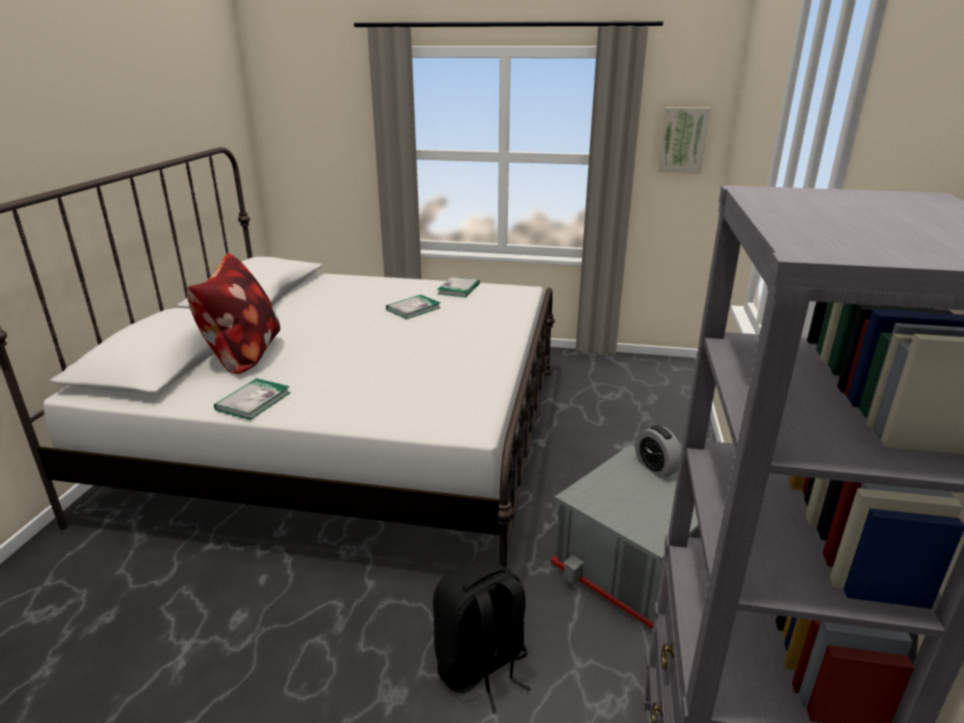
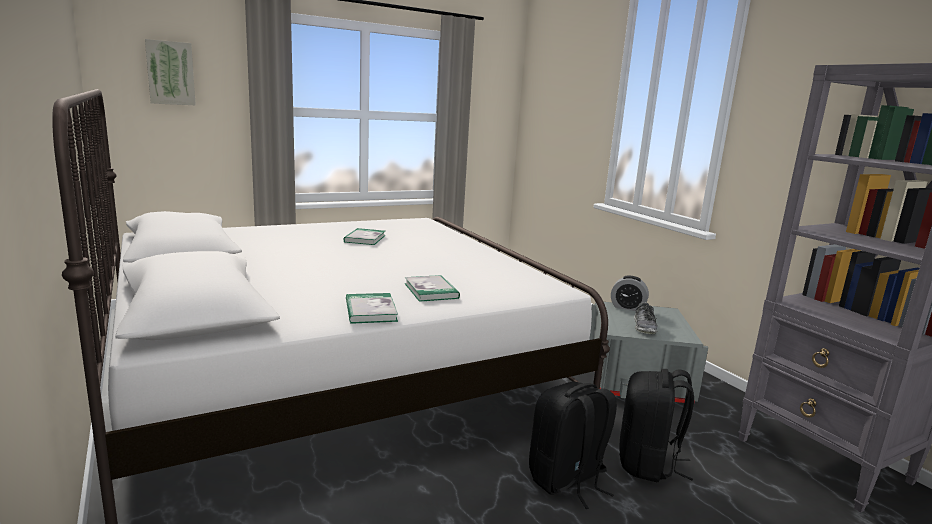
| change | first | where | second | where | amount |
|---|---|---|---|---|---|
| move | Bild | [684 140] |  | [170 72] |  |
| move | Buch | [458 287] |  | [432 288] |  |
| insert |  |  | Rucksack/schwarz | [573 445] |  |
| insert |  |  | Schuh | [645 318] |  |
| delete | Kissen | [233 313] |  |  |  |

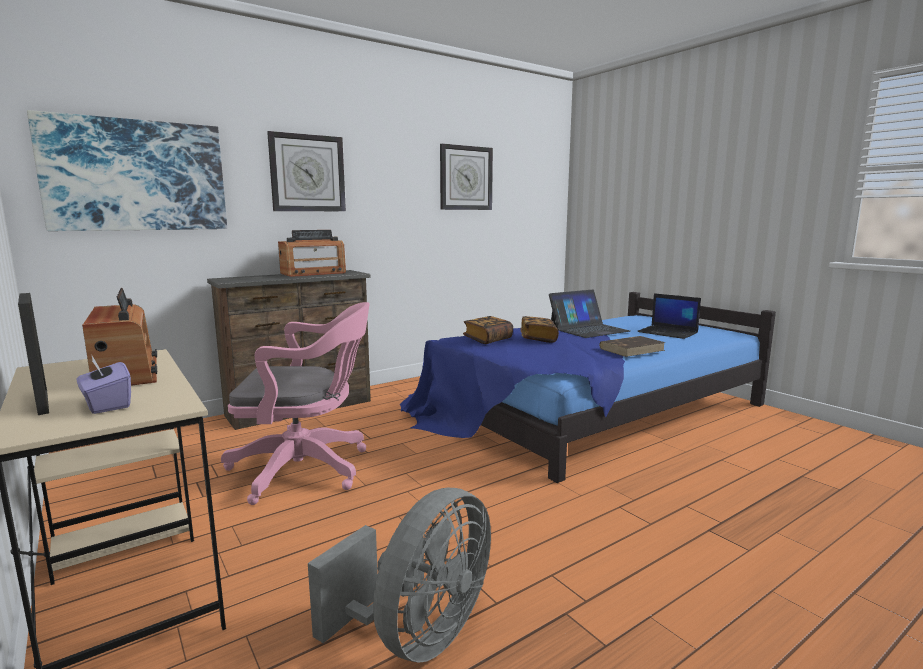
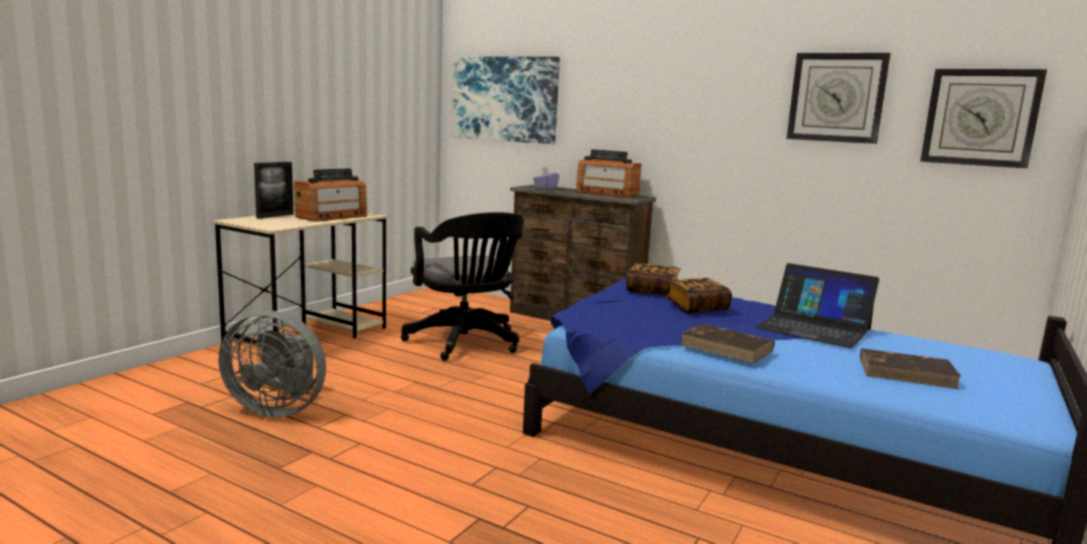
| change | first | where | second | where | amount |
|---|---|---|---|---|---|
| recolor | Bürostuhl/rosa | [295 403] | Bürostuhl/schwarz | [462 286] |  |
| move | Taschentuchbox/lila | [104 385] |  | [546 178] |  |
| replace | Laptop | [669 316] | Buch/braun | [911 368] |  |
| move | Wanduhr | [306 171] |  | [983 119] |  |

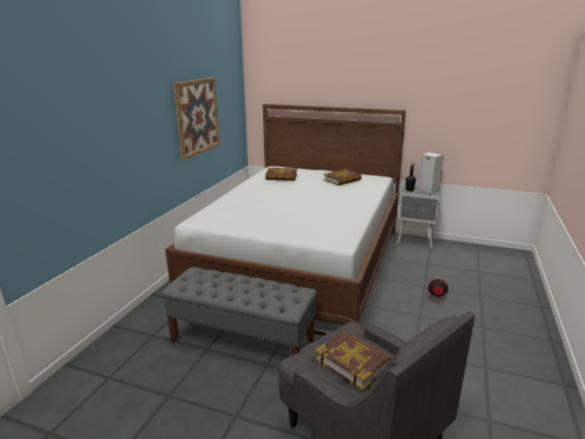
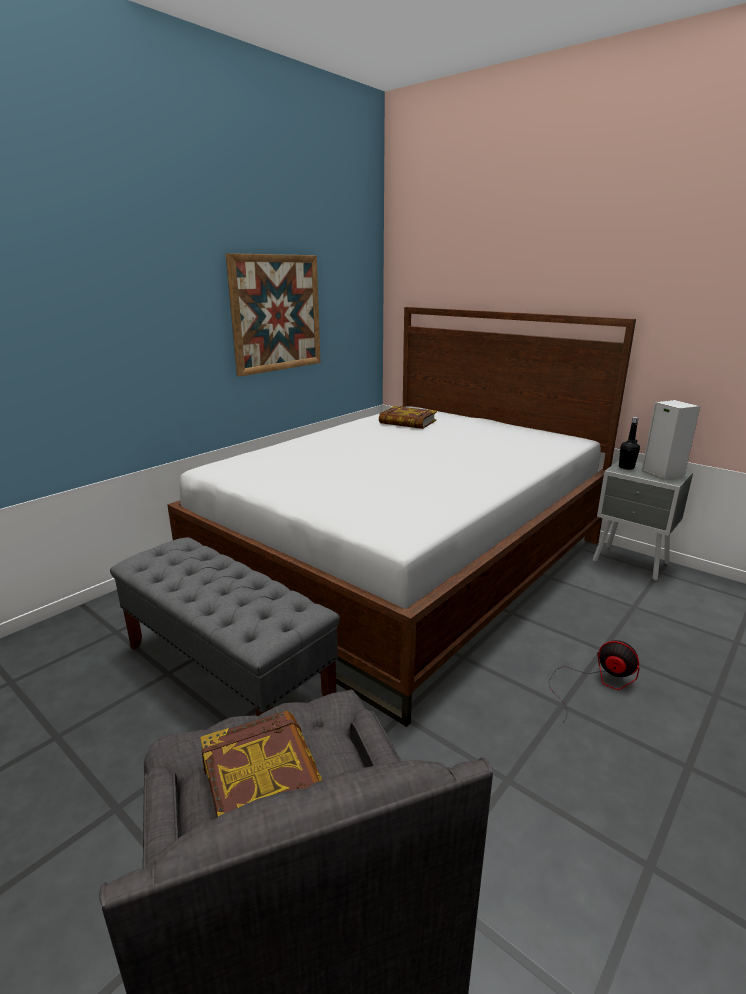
| change | first | where | second | where | amount |
|---|---|---|---|---|---|
| delete | Buch | [342 177] |  |  |  |

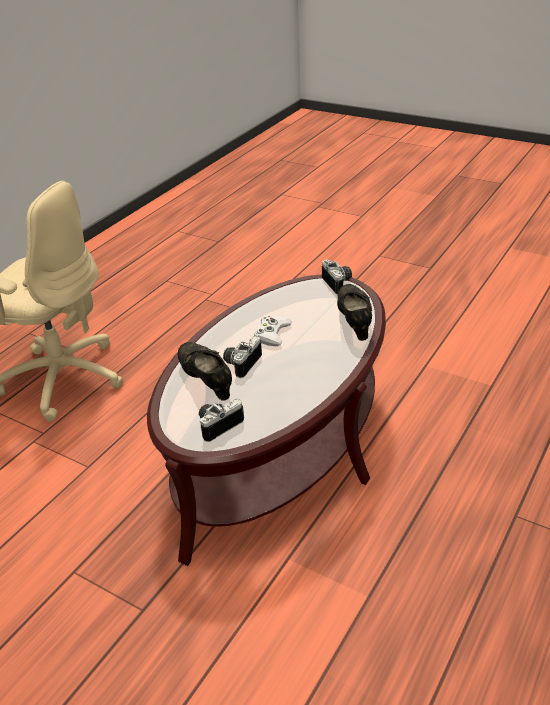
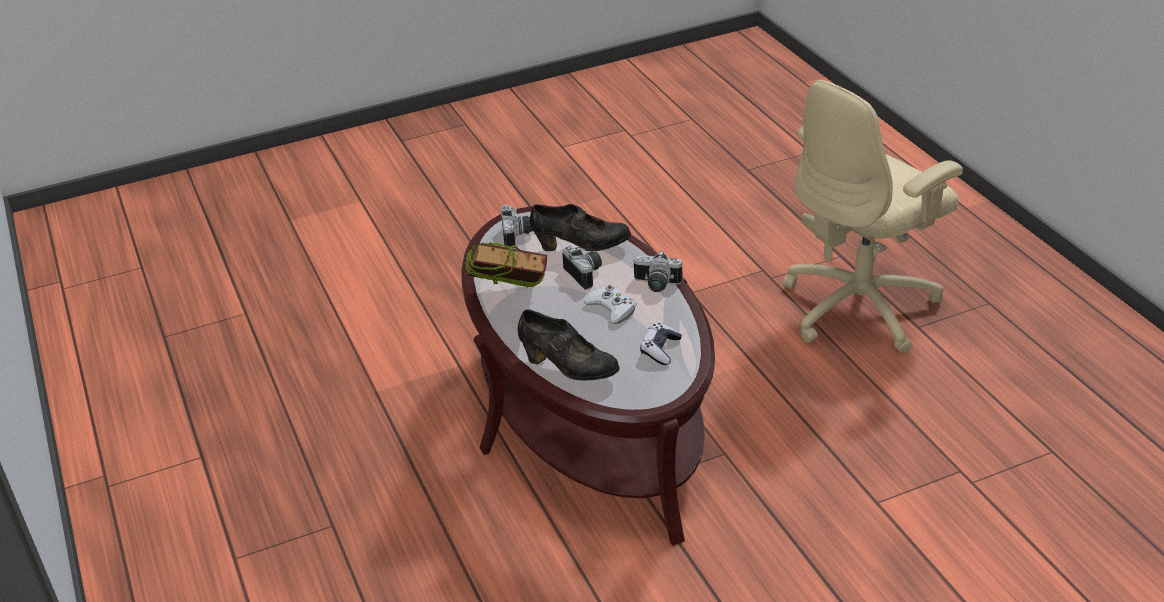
| change | first | where | second | where | amount |
|---|---|---|---|---|---|
| insert |  |  | Buch | [506 265] |  |
| move | Kamera | [337 277] |  | [658 271] |  |
| insert |  |  | Gamepad | [661 344] |  |

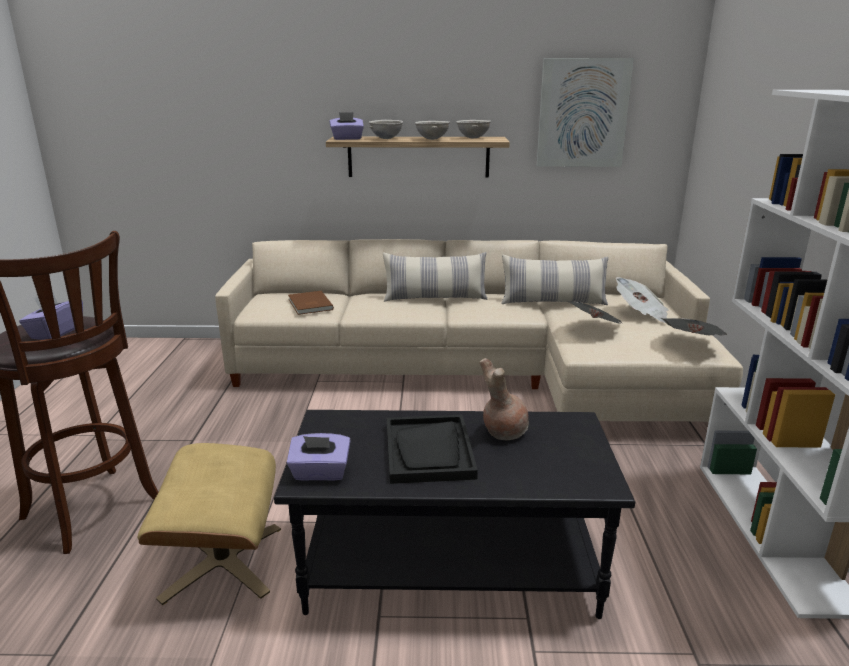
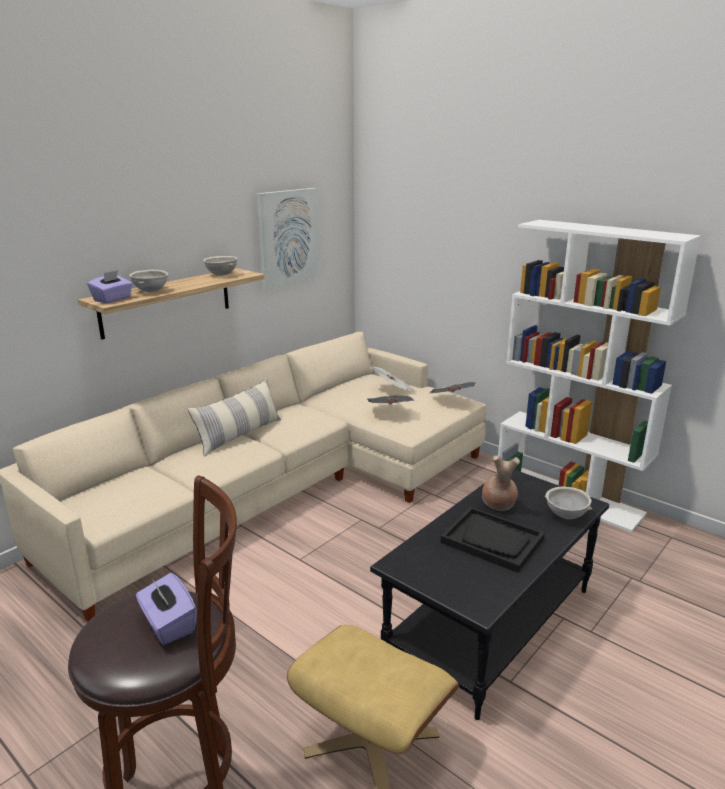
| change | first | where | second | where | amount |
|---|---|---|---|---|---|
| move | Schüssel/grau | [432 130] |  | [568 503] |  |
| delete | Taschentuchbox/lila | [319 456] |  |  |  |
| delete | Buch/braun | [311 303] |  |  |  |
| delete | Kissen | [554 279] |  |  |  |

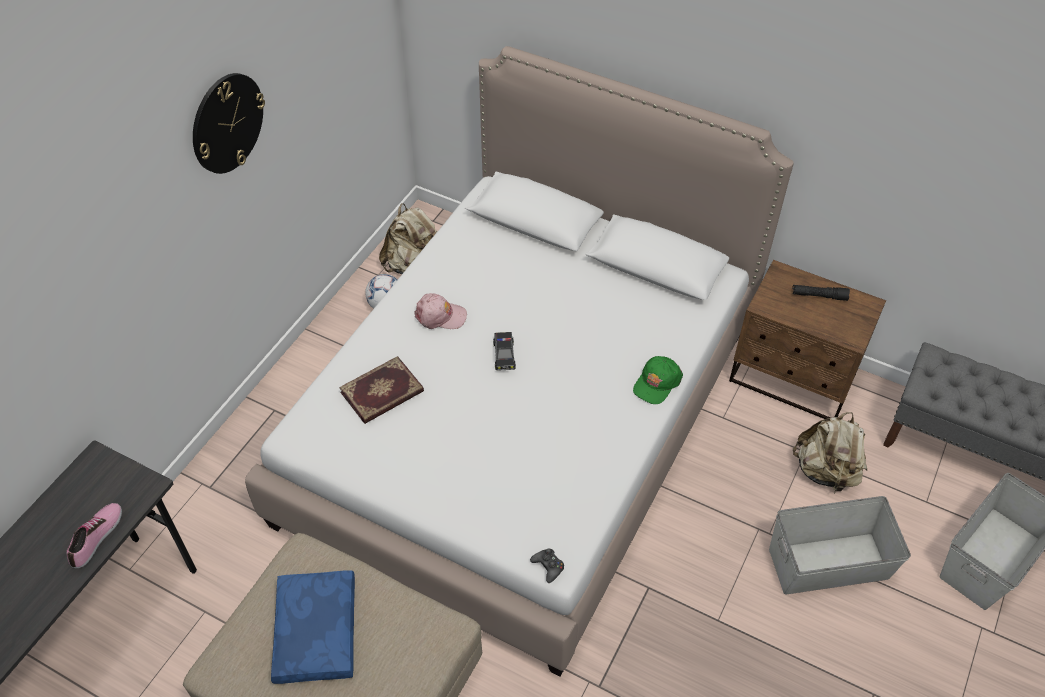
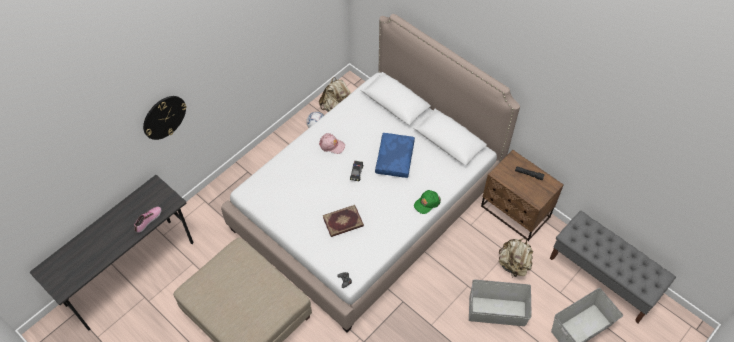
| change | first | where | second | where | amount |
|---|---|---|---|---|---|
| move | Wanduhr | [229 123] |  | [165 118] |  |
| move | Buch | [381 390] |  | [343 221] |  |
| move | Kissen/blau | [313 627] |  | [395 155] |  |

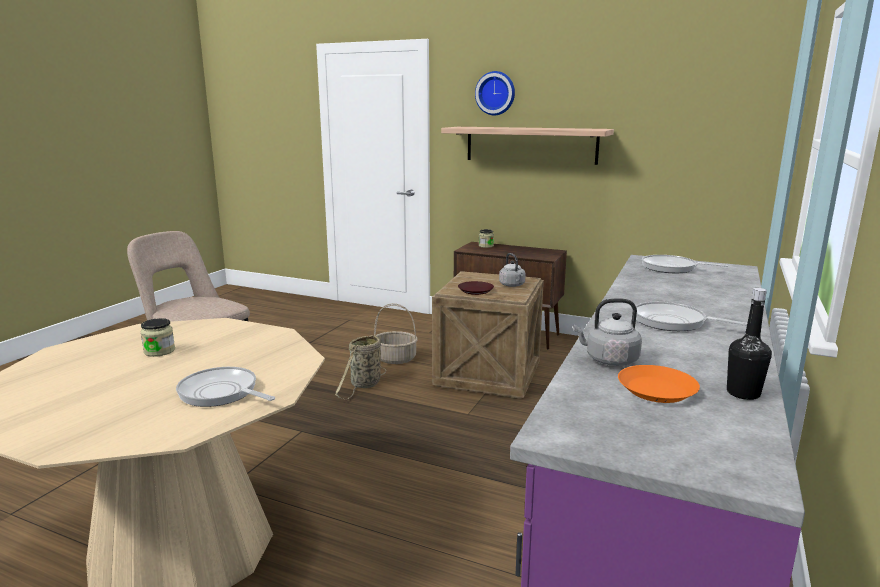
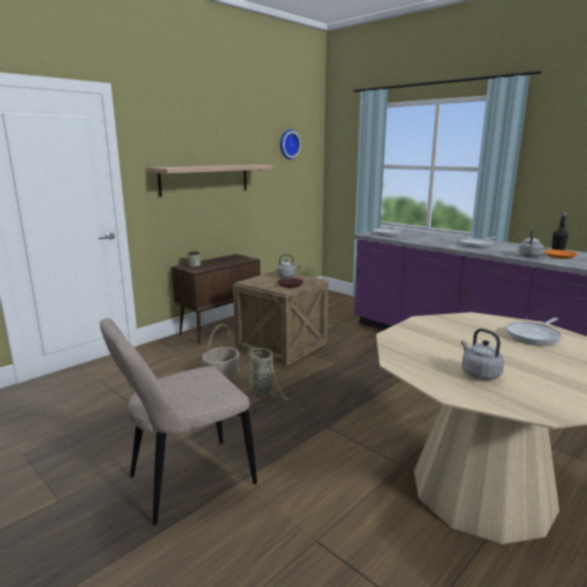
| change | first | where | second | where | amount |
|---|---|---|---|---|---|
| move | Wanduhr | [495 93] |  | [290 145] |  |
| insert |  |  | Wasserkessel/grau | [482 354] |  |
| delete | Vorratsglas | [158 337] |  |  |  |

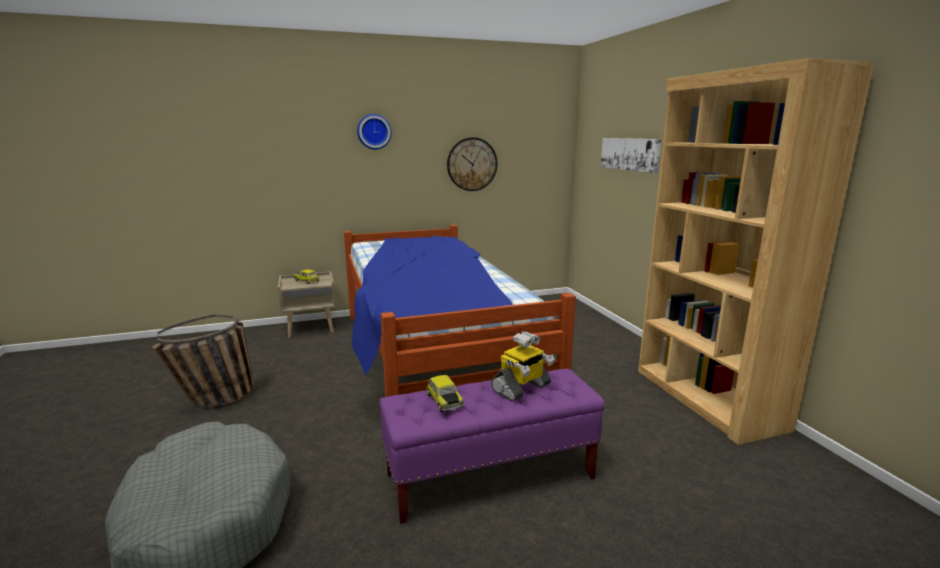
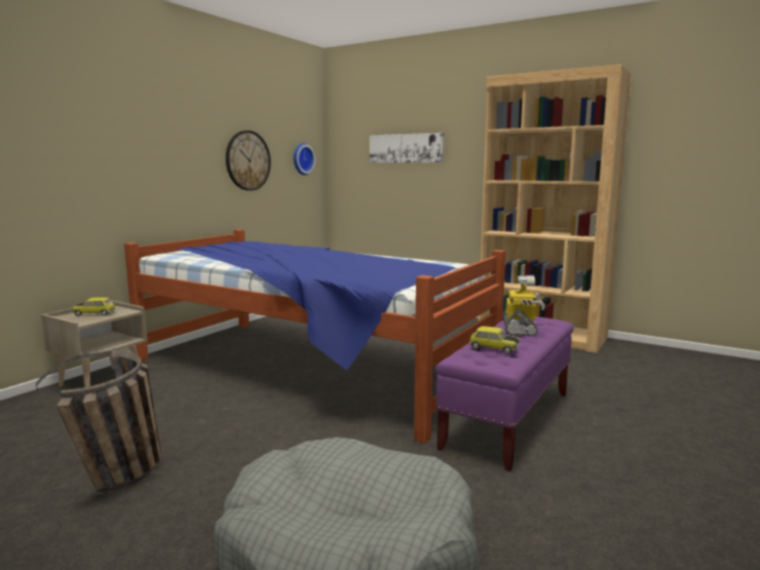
| change | first | where | second | where | amount |
|---|---|---|---|---|---|
| move | Wanduhr | [374 132] |  | [304 159] |  |

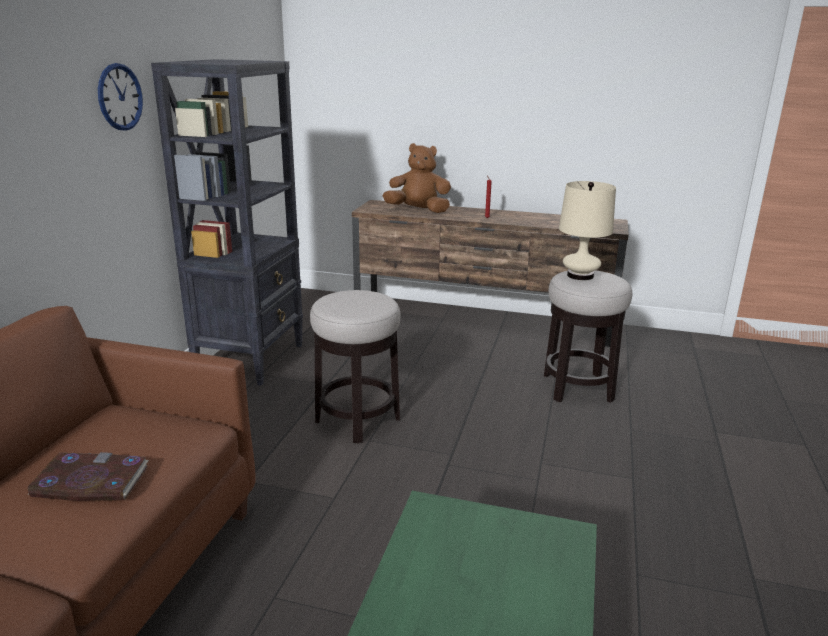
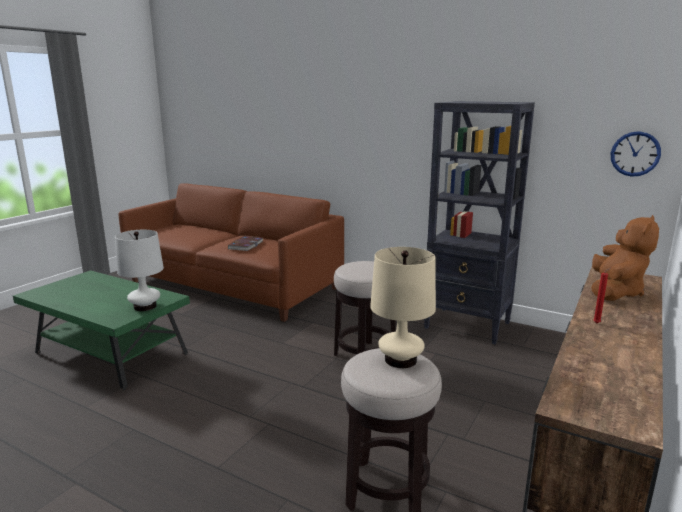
| change | first | where | second | where | amount |
|---|---|---|---|---|---|
| insert |  |  | Tischlampe/weiß | [139 270] |  |
| move | Wanduhr | [120 97] |  | [636 154] |  |

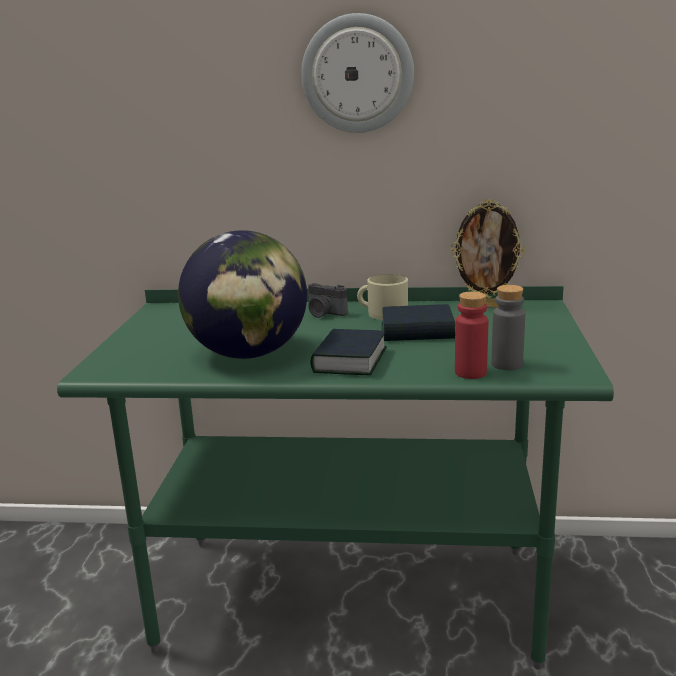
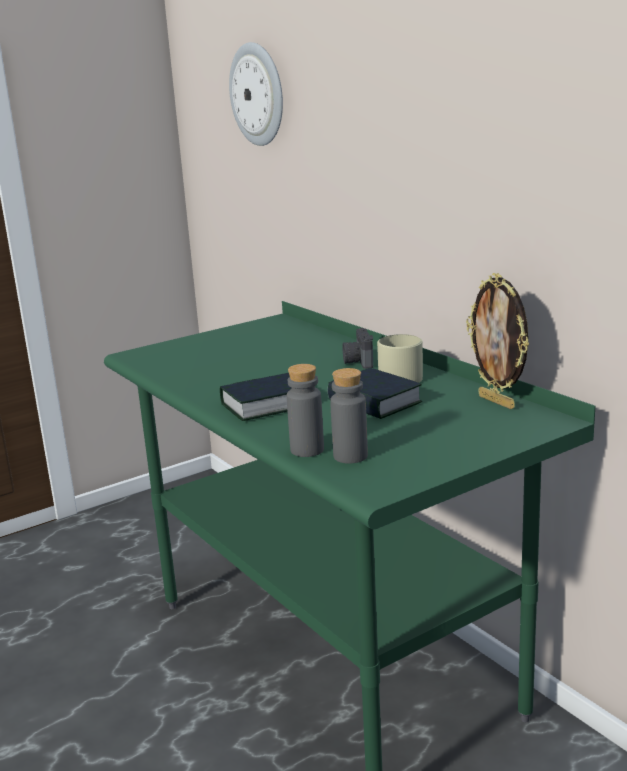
| change | first | where | second | where | amount |
|---|---|---|---|---|---|
| move | Wanduhr | [357 73] |  | [256 94] |  |
| recolor | Flasche/rot | [471 335] | Flasche/grau | [305 410] |  |
| delete | Globus | [242 294] |  |  |  |

